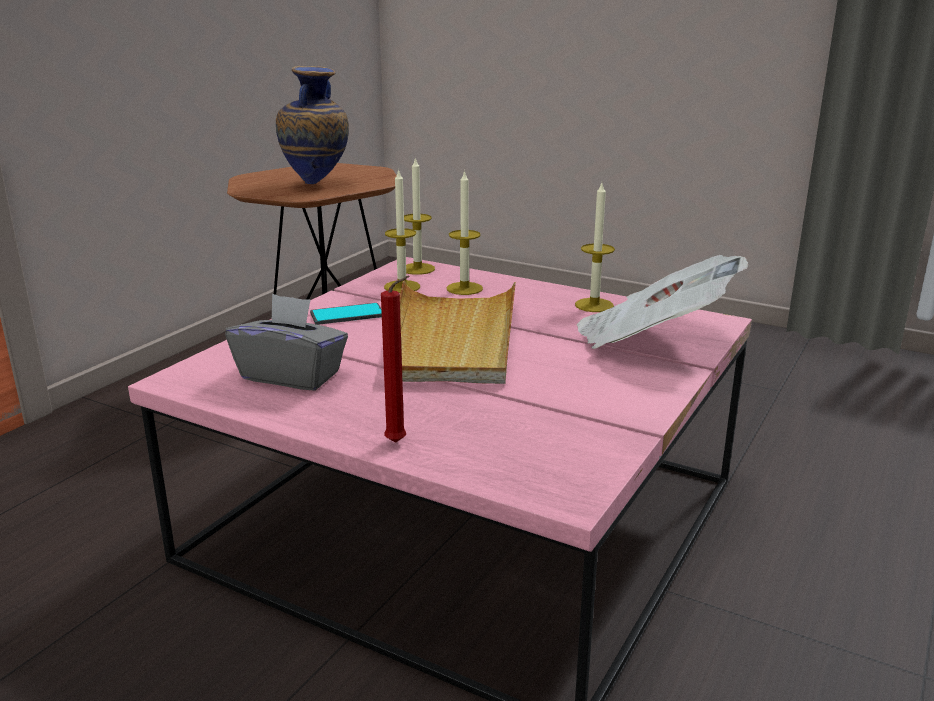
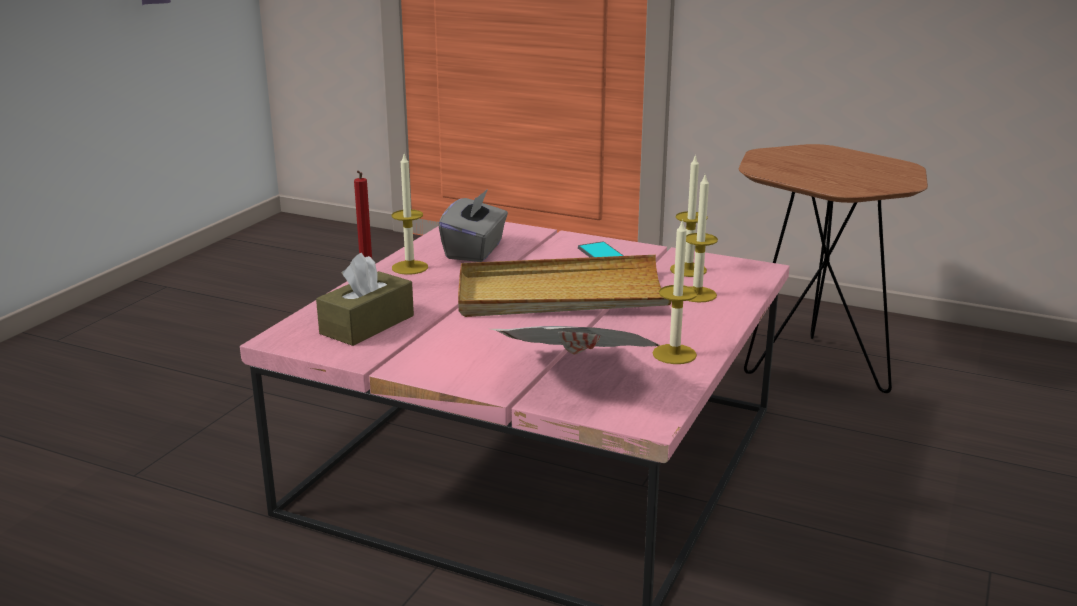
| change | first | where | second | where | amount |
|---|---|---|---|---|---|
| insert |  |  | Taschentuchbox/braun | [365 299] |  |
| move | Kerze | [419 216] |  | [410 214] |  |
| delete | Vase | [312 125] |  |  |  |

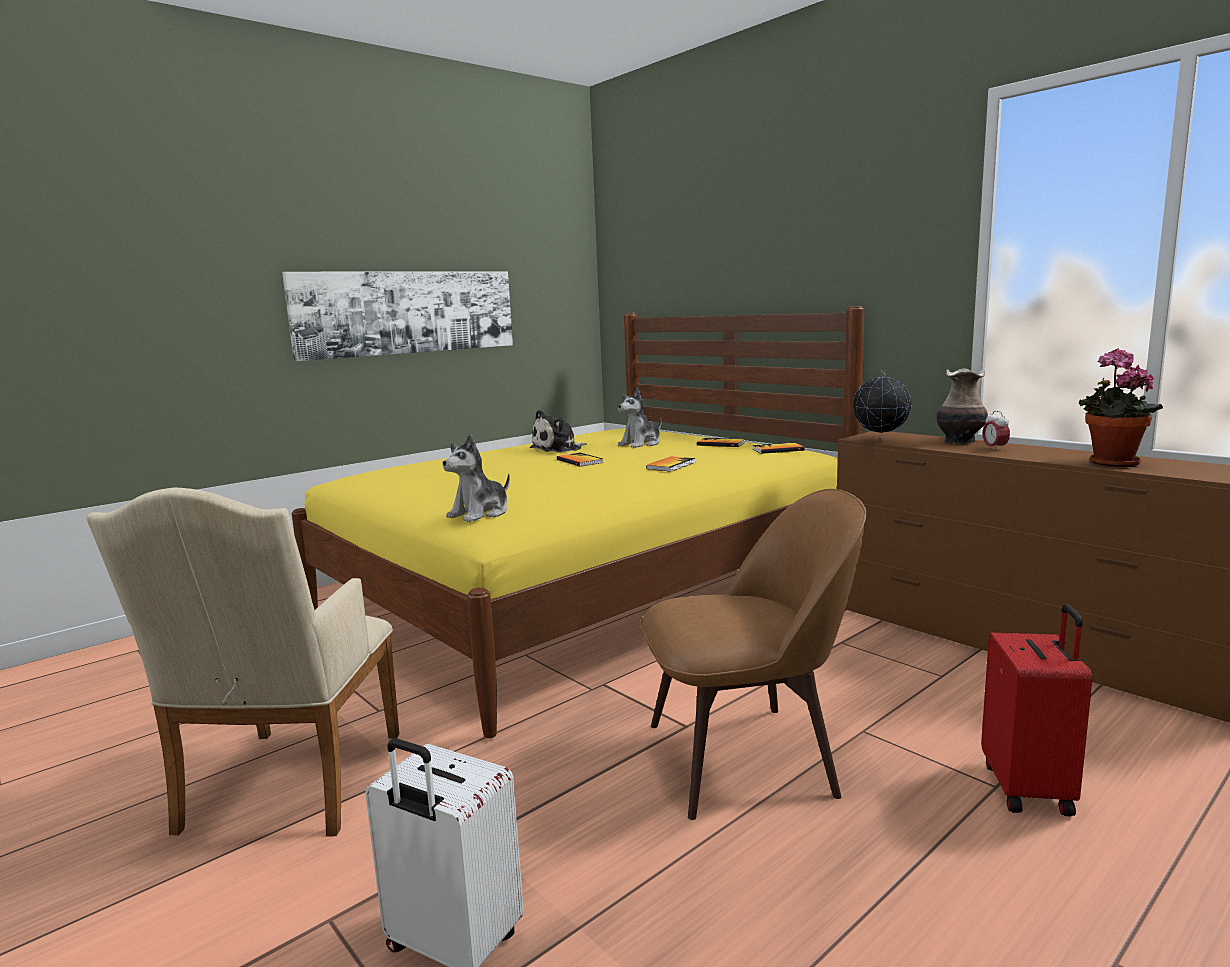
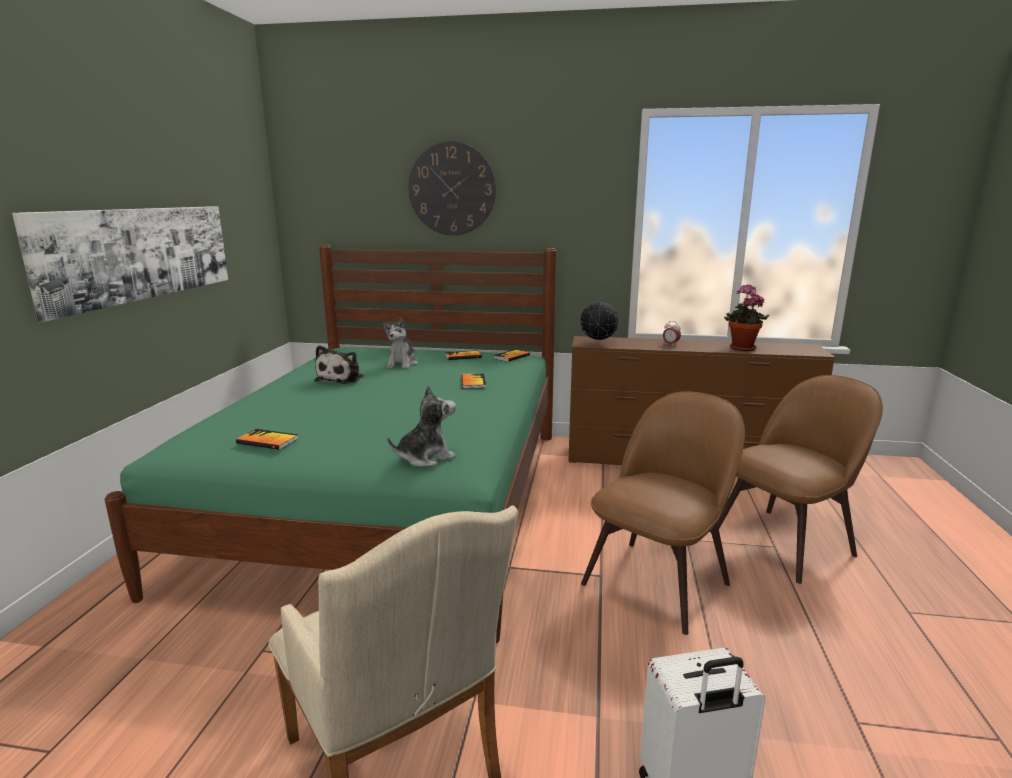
| change | first | where | second | where | amount |
|---|---|---|---|---|---|
| recolor | Bett/gelb | [578 522] | Bett/grün | [330 444] |  |
| move | Buch | [580 459] |  | [267 439] |  |
| rotate | Plüschtier | [476 478] |  | [421 426] | 120 degrees counterclockwise |
| insert |  |  | Wanduhr | [452 188] |  |
| replace | Koffer/rot | [1036 710] | Stuhl/braun | [800 479] |  |
| delete | Vase | [962 406] |  |  |  |

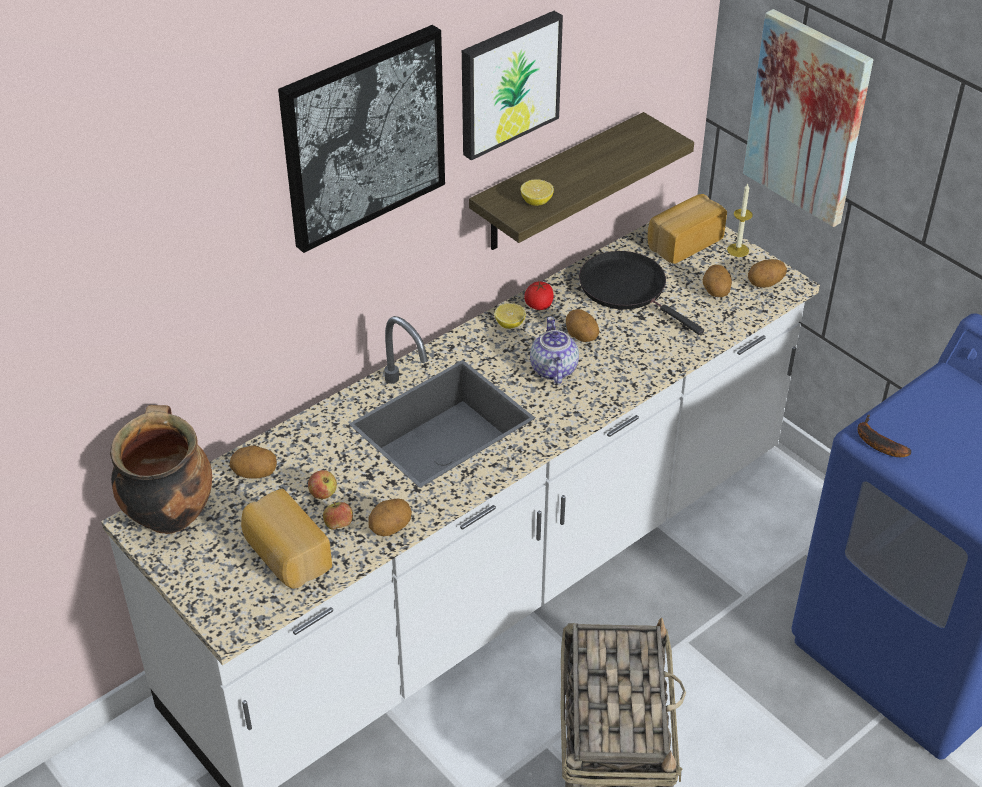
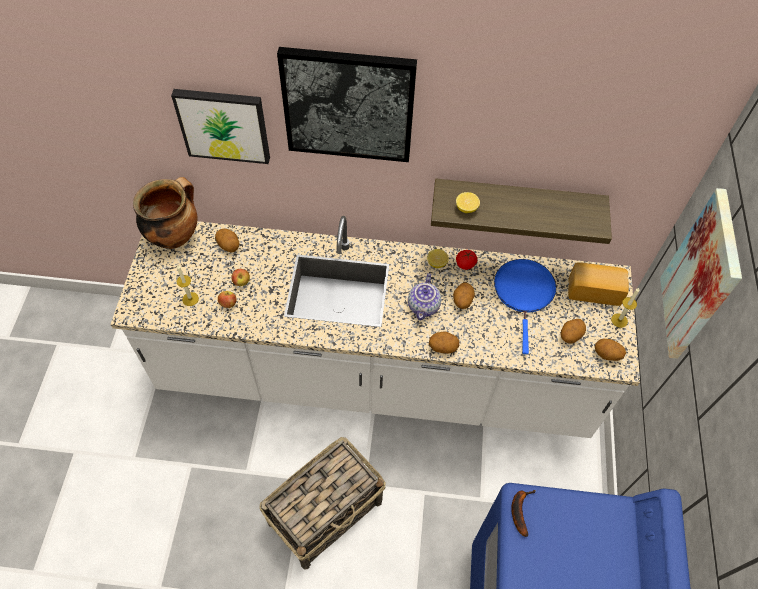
| change | first | where | second | where | amount |
|---|---|---|---|---|---|
| move | Bild | [512 85] |  | [220 126] |  |
| replace | Brot | [286 539] | Kerze | [187 285] |  |
| rotate | Teekanne | [554 350] |  | [424 296] | 150 degrees clockwise |
| move | Kartoffel | [390 517] |  | [444 343] |  |
| recolor | Pfanne/schwarz | [641 293] | Pfanne/blau | [525 306] |  |

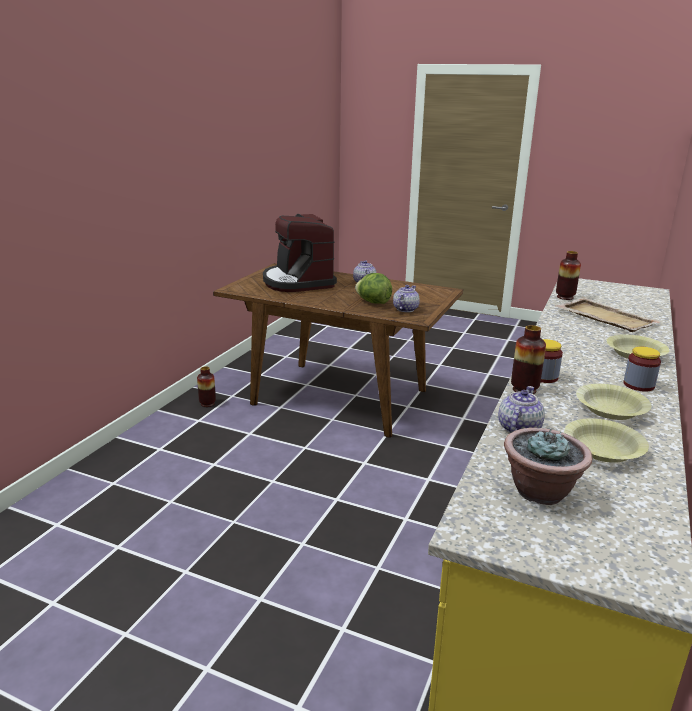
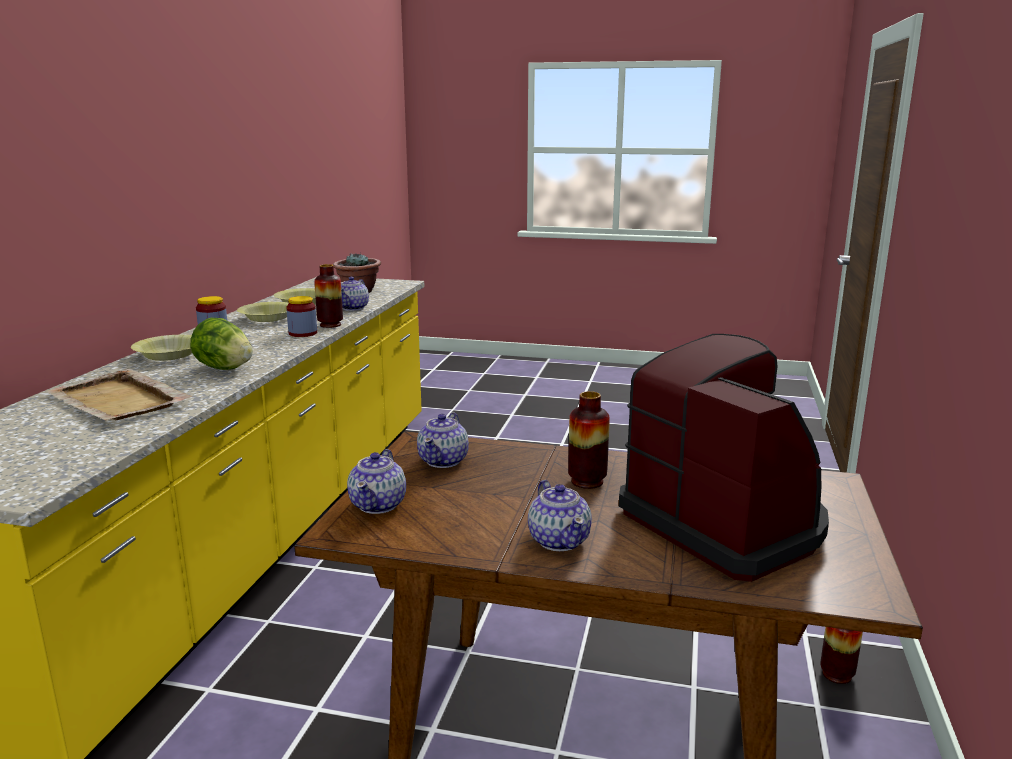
| change | first | where | second | where | amount |
|---|---|---|---|---|---|
| move | Salatkopf | [373 288] |  | [221 344] |  |
| insert |  |  | Teekanne | [376 481] |  |
| move | Vase | [568 275] |  | [589 440] |  |

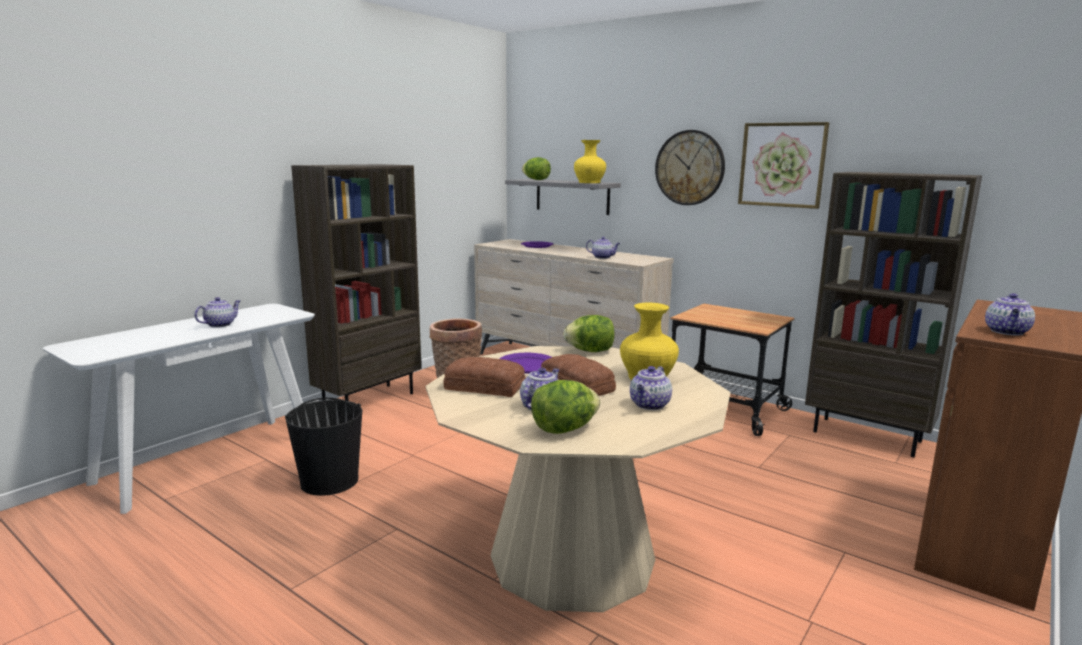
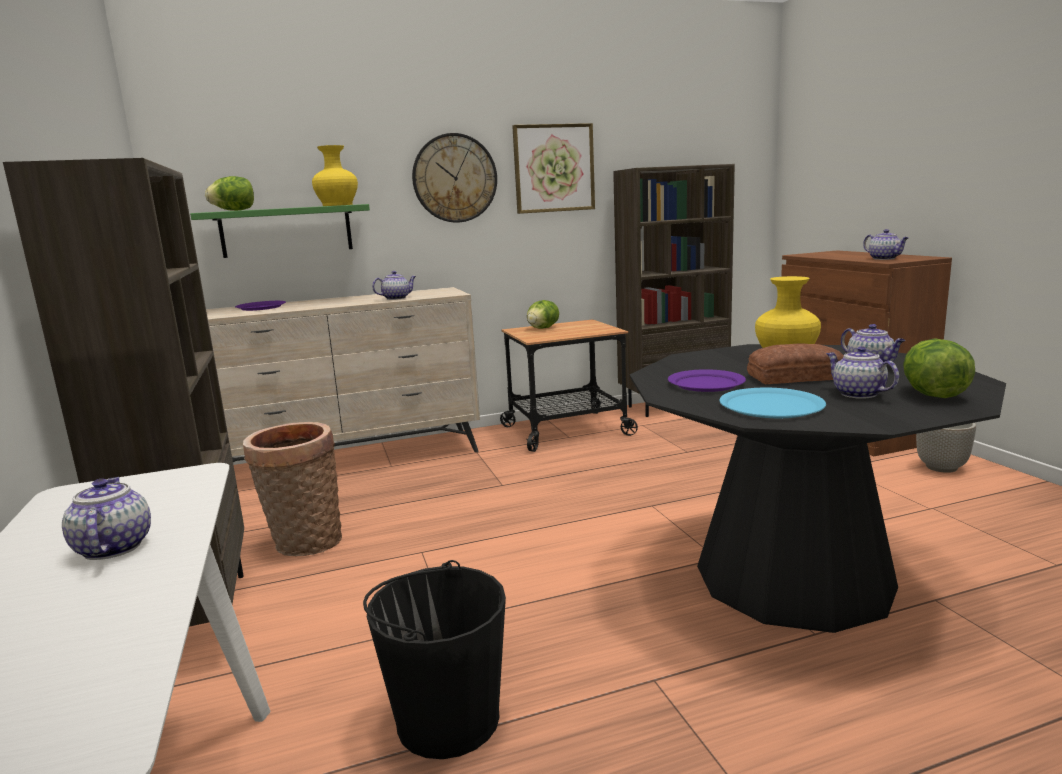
| change | first | where | second | where | amount |
|---|---|---|---|---|---|
| recolor | Wandregal/grau | [563 197] | Wandregal/grün | [280 231] |  |
| move | Salatkopf | [589 333] |  | [543 314] |  |
| recolor | Esstisch/beige | [578 479] | Esstisch/schwarz | [818 488] |  |
| replace | Brot | [484 377] | Teller/blau | [772 403] |  |
| insert |  |  | Pflanzkübel | [946 448] |  |

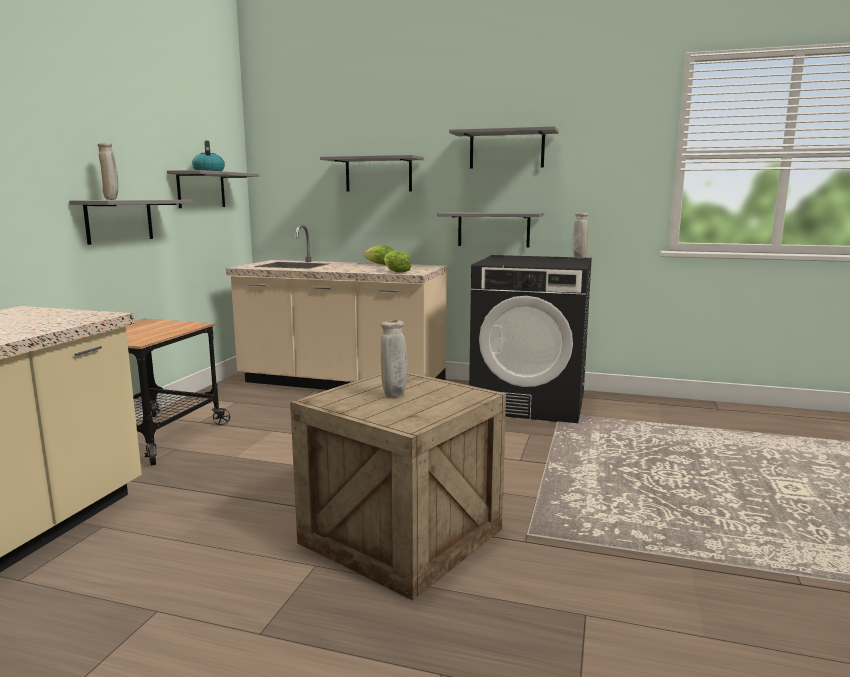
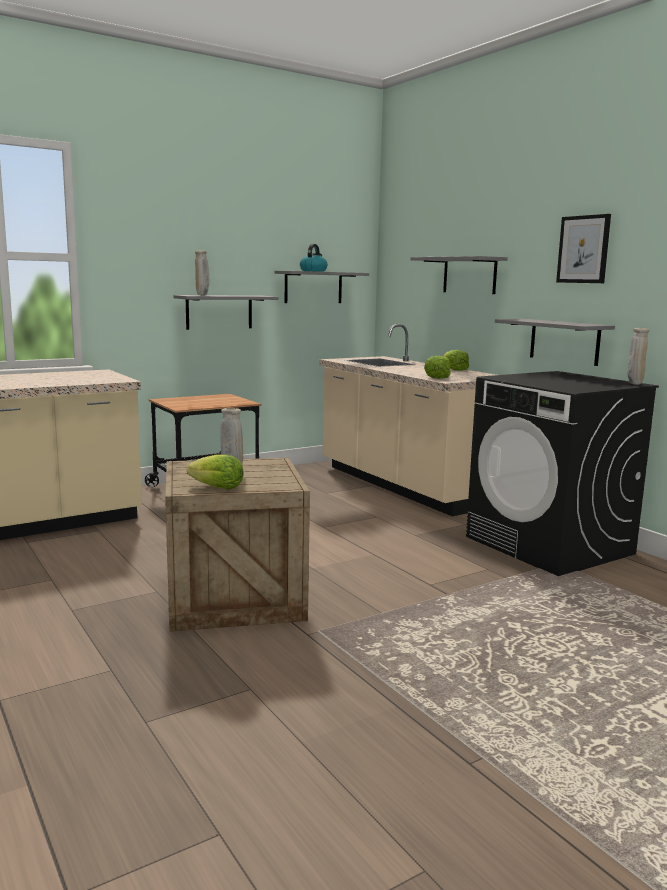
| change | first | where | second | where | amount |
|---|---|---|---|---|---|
| insert |  |  | Salatkopf | [215 472] |  |
| replace | Wandregal/grau | [504 147] | Bild | [583 248] |  |

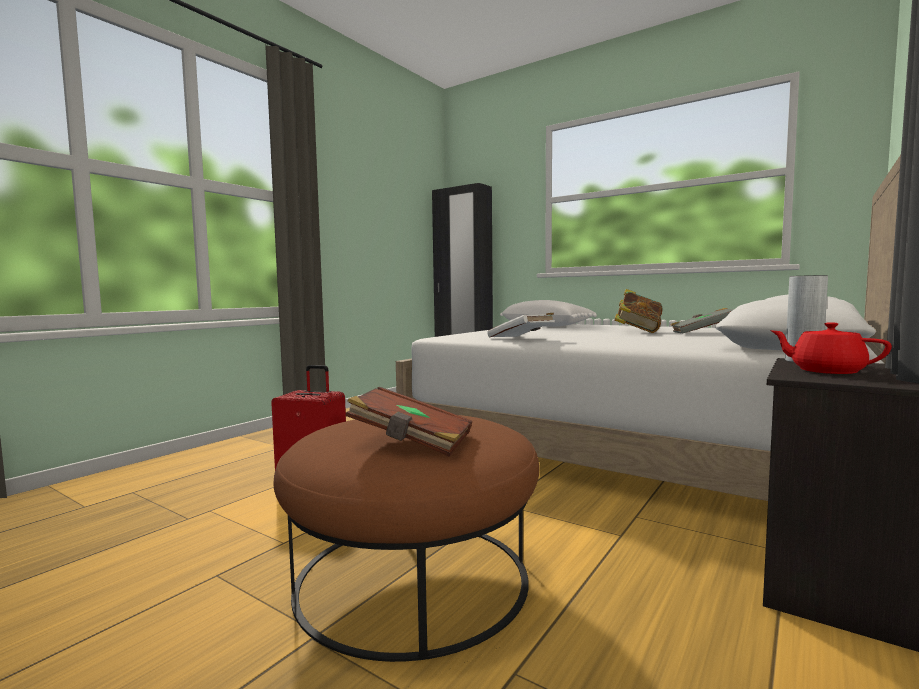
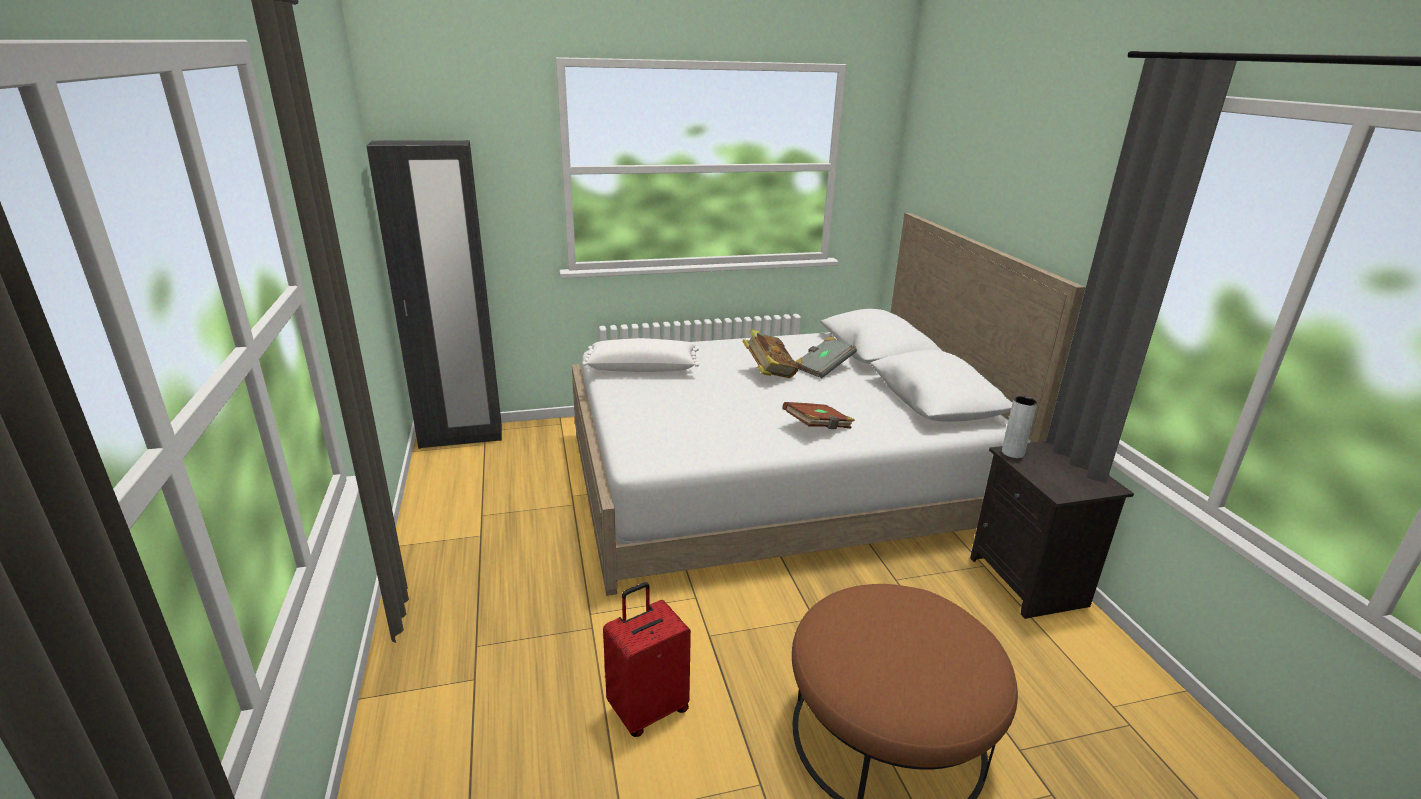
| change | first | where | second | where | amount |
|---|---|---|---|---|---|
| move | Buch/braun | [408 422] |  | [818 415] |  |
| delete | Buch/weiß | [521 325] |  |  |  |
| delete | Teekanne/rot | [831 348] |  |  |  |

